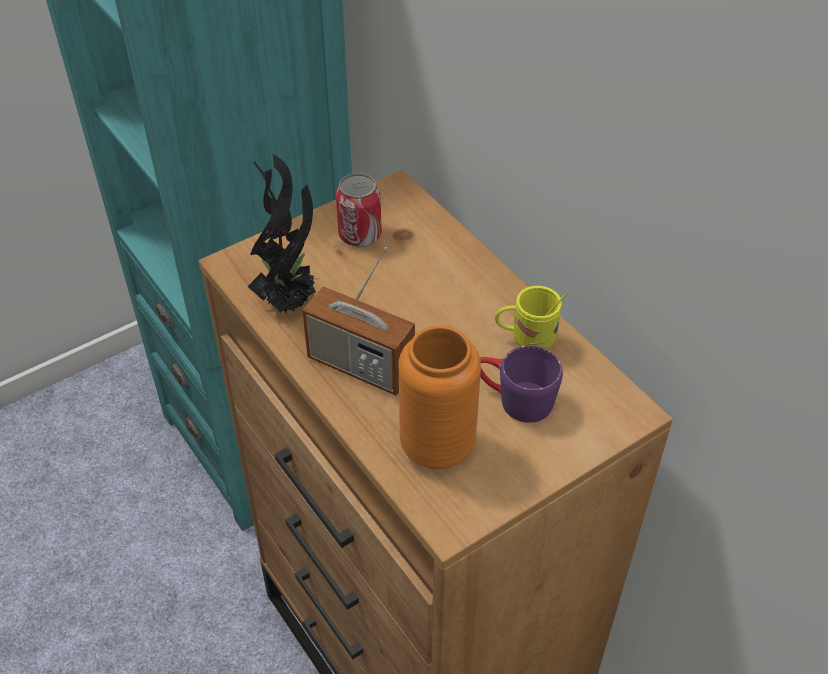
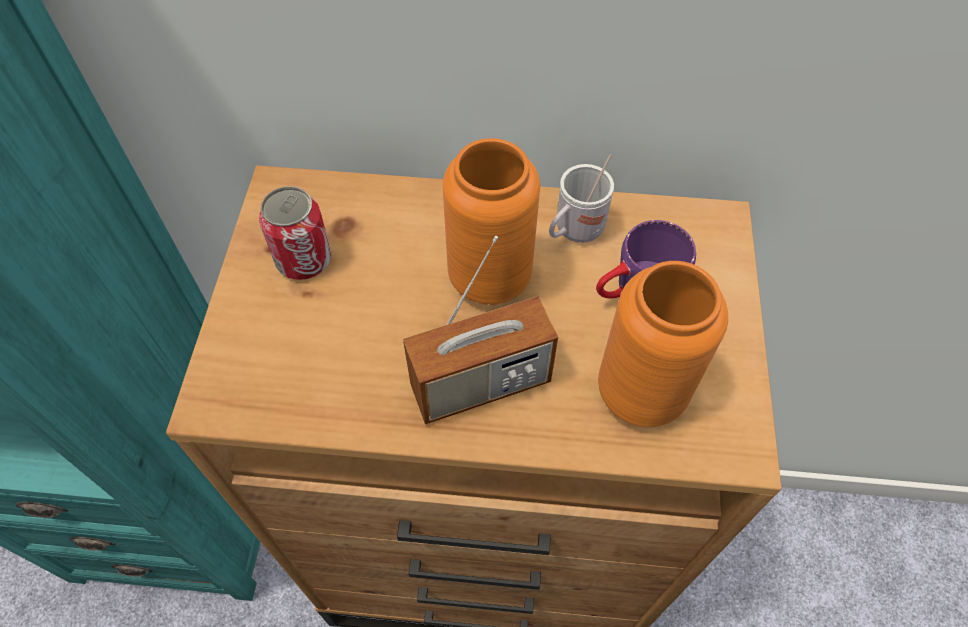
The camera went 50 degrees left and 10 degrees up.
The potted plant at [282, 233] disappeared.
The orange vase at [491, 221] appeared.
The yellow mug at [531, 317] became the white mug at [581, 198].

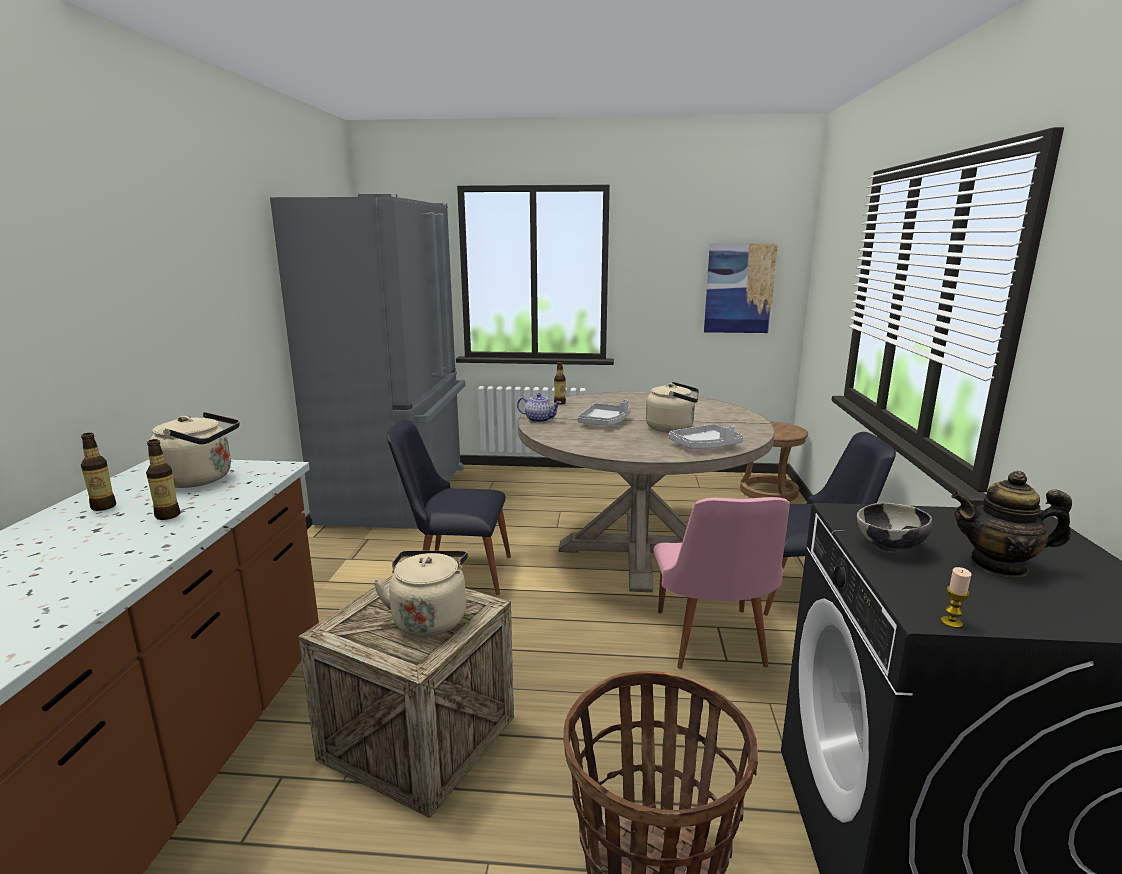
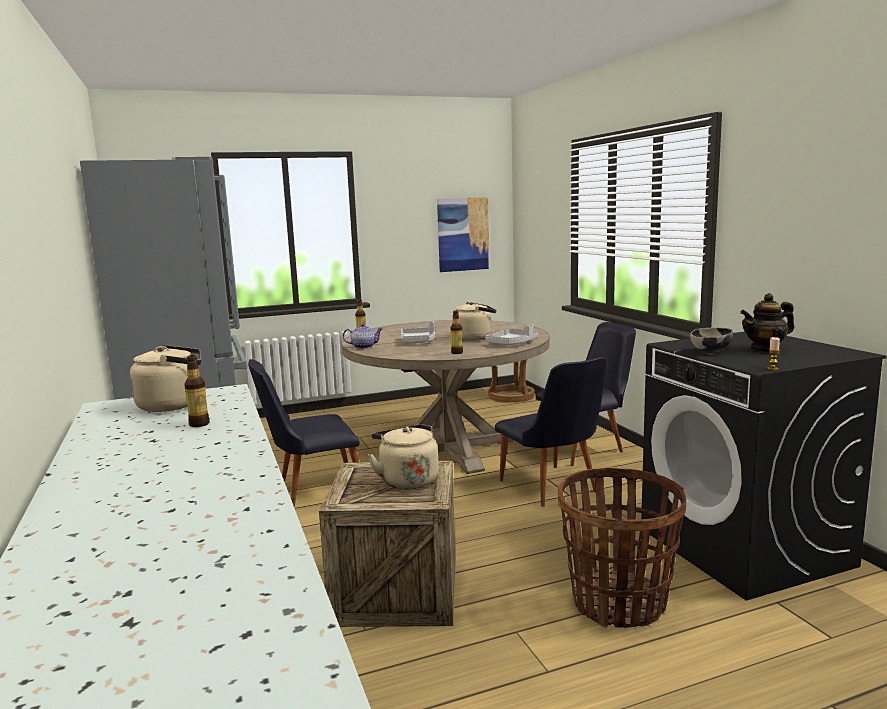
The camera went 25 degrees left and 5 degrees down.
The bottle moved from [98, 472] to [456, 332].
The pink chair at [722, 583] became the black chair at [551, 432].

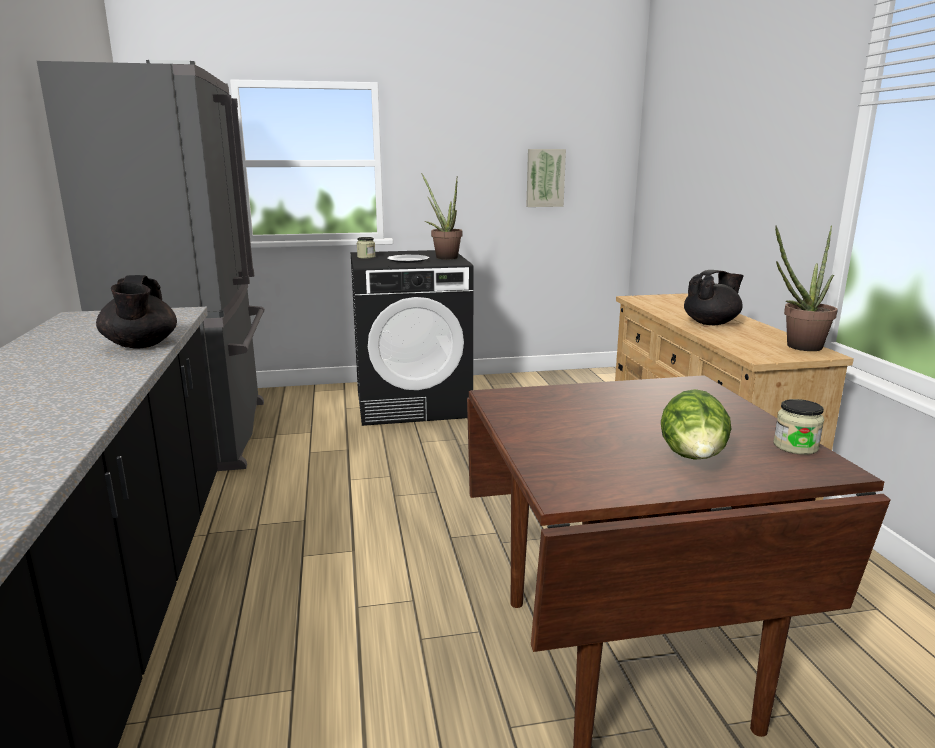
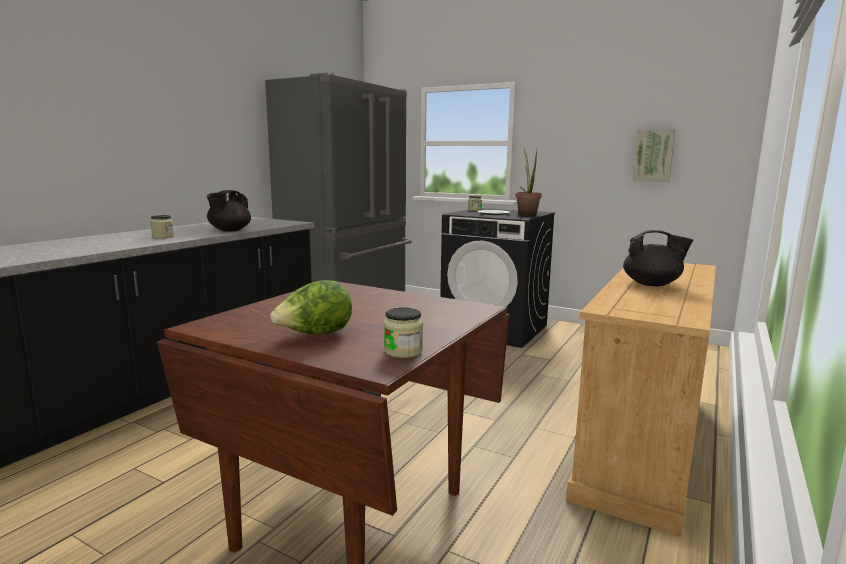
The camera went 40 degrees right and 5 degrees down.
The potted plant at [806, 288] disappeared.
The jar at [162, 226] appeared.

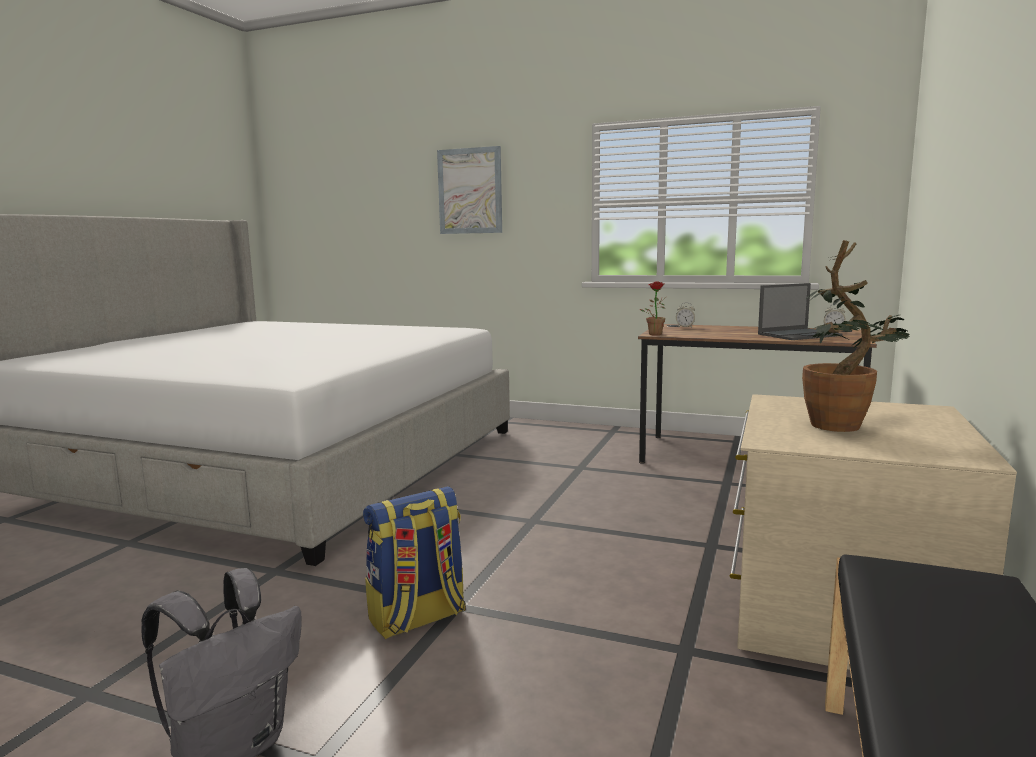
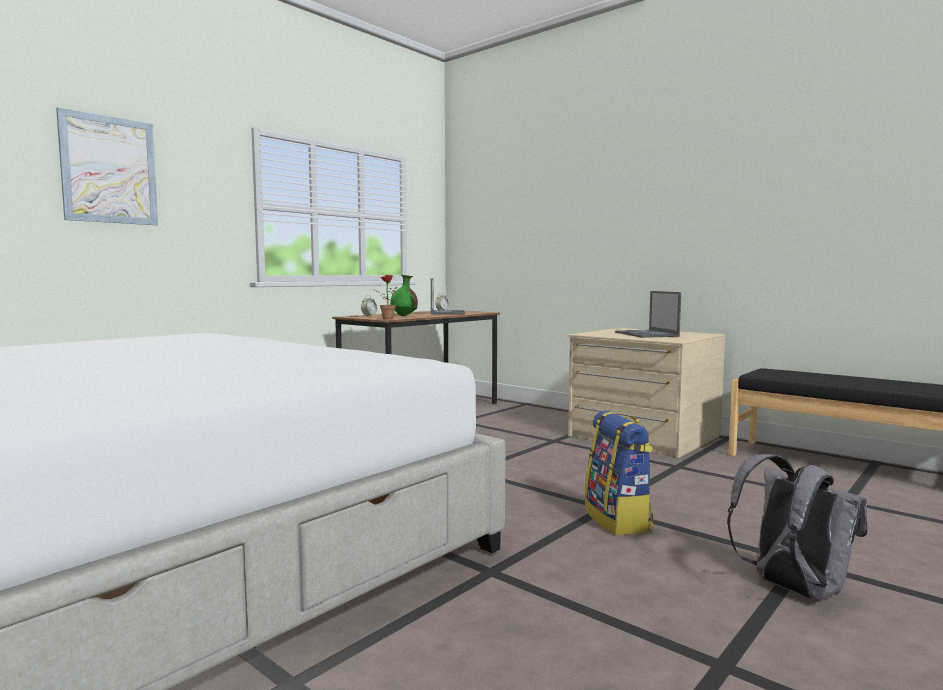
The camera went 70 degrees left and 5 degrees down.
The green vase at [404, 295] appeared.
The potted plant at [856, 336] was replaced by the laptop at [648, 314].

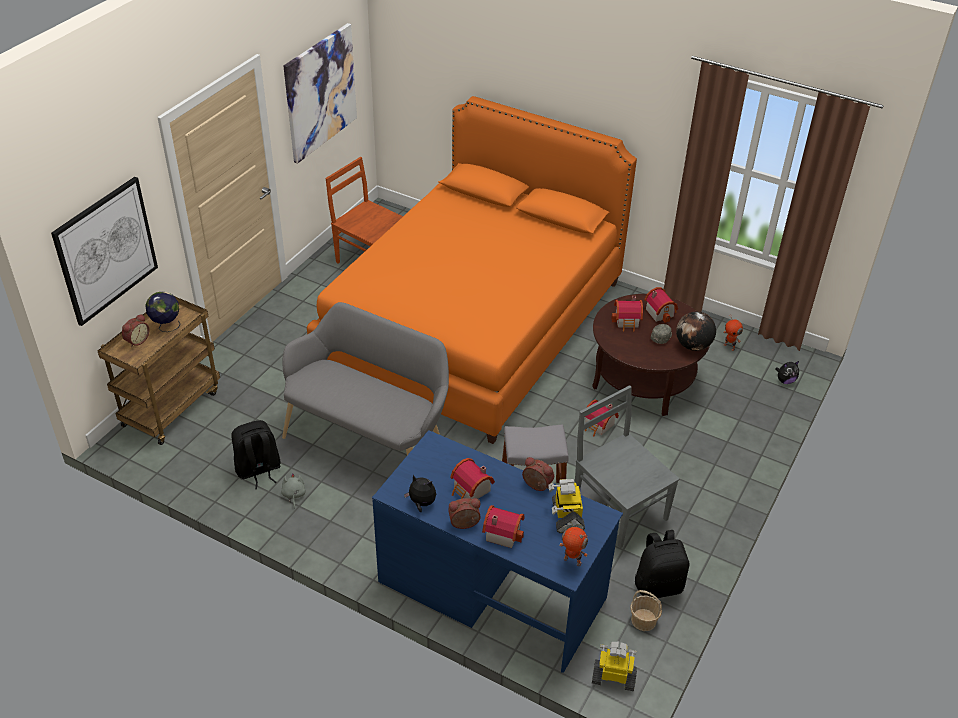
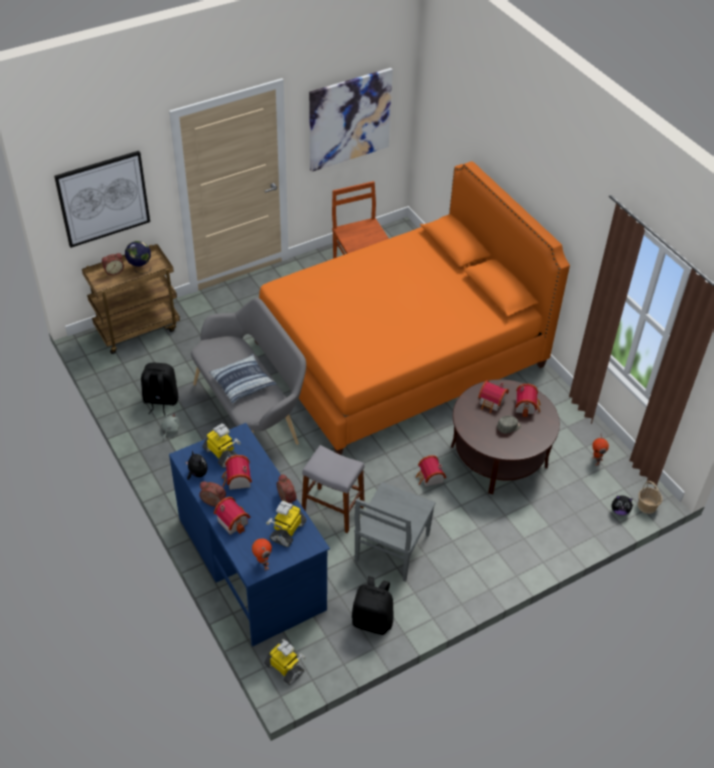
The camera went 30 degrees right and 5 degrees up.
The globe at [696, 331] disappeared.
The toy robot at [221, 446] appeared.
The pillow at [243, 378] appeared.
The basket moved from [646, 610] to [650, 497].
The grey chair at [627, 467] turned 150 degrees counterclockwise.

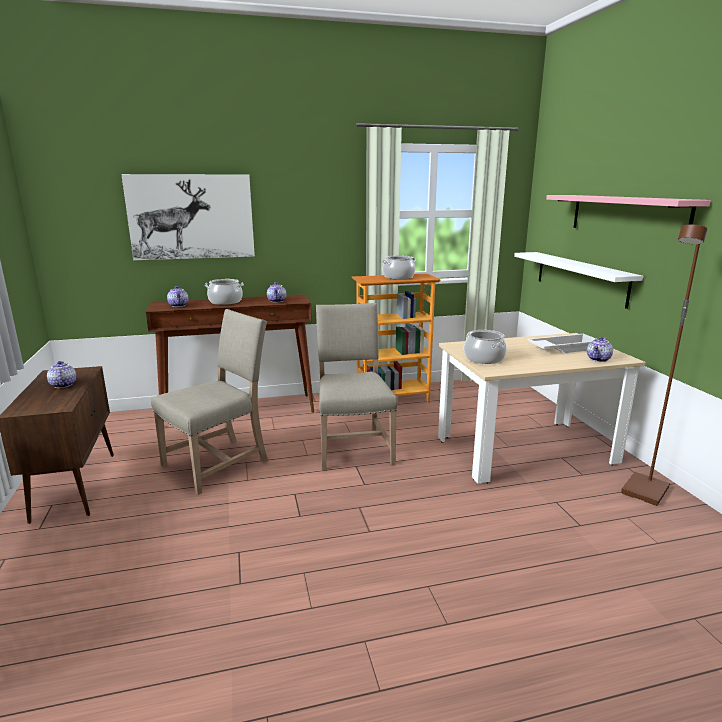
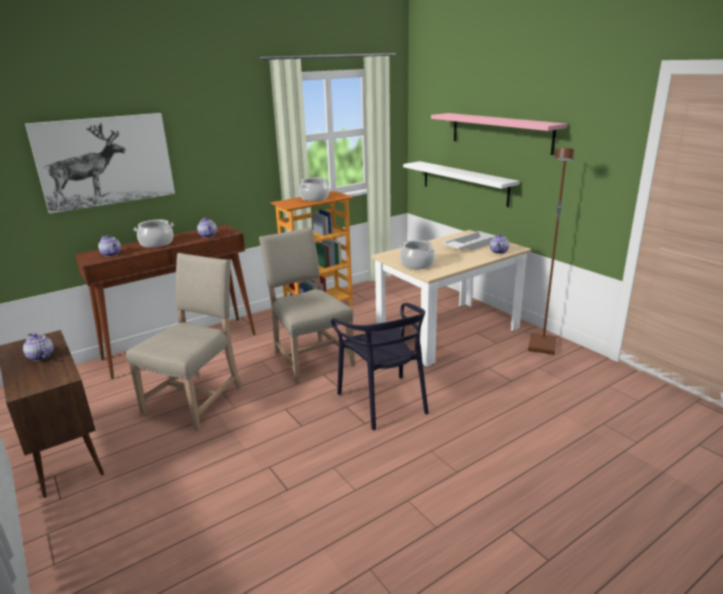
The camera went 20 degrees left and 5 degrees up.
The black chair at [379, 366] appeared.

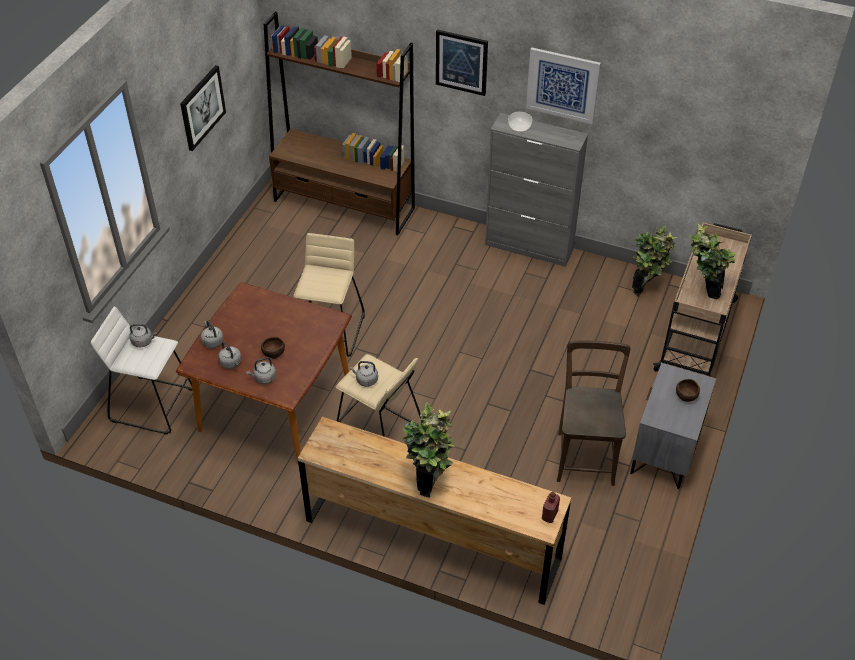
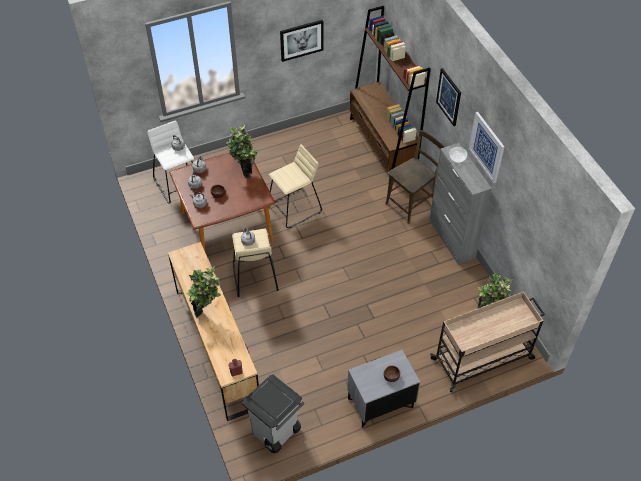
The camera went 45 degrees right and 5 degrees up.
The grey trash can at [273, 413] appeared.
The brown chair moved from [593, 413] to [414, 177].
The potted plant moved from [712, 261] to [242, 151].

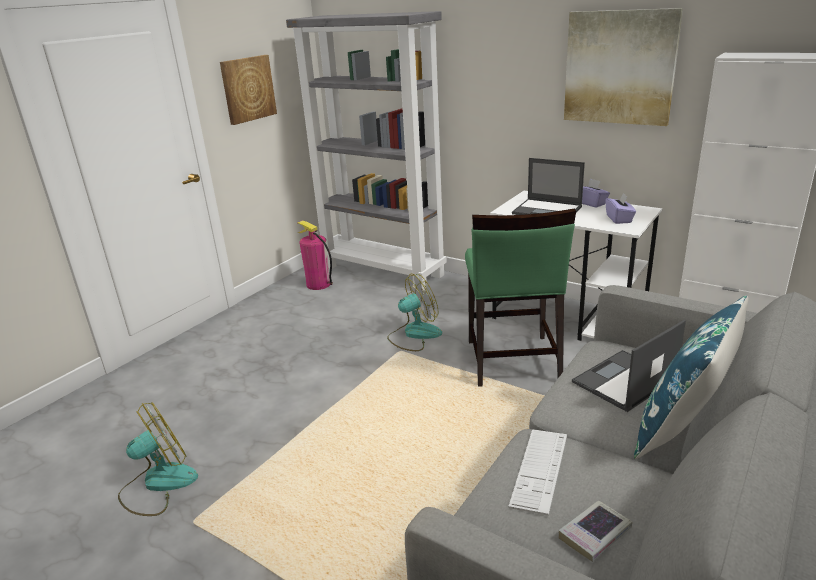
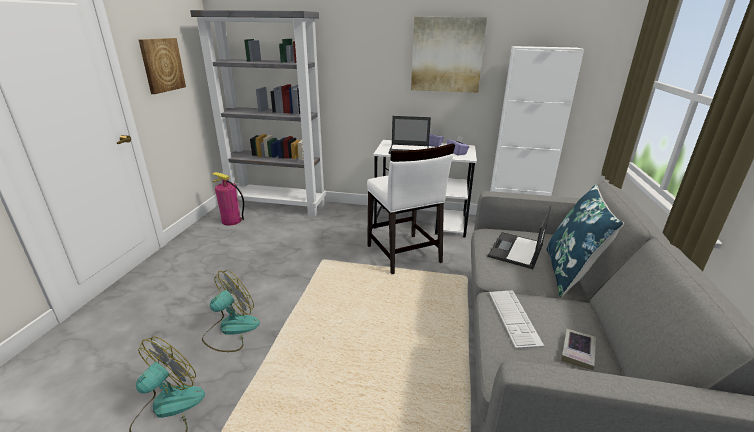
The camera went 25 degrees left and 0 degrees up.
The fan moved from [414, 312] to [231, 311].
The green chair at [520, 297] became the white chair at [411, 208].

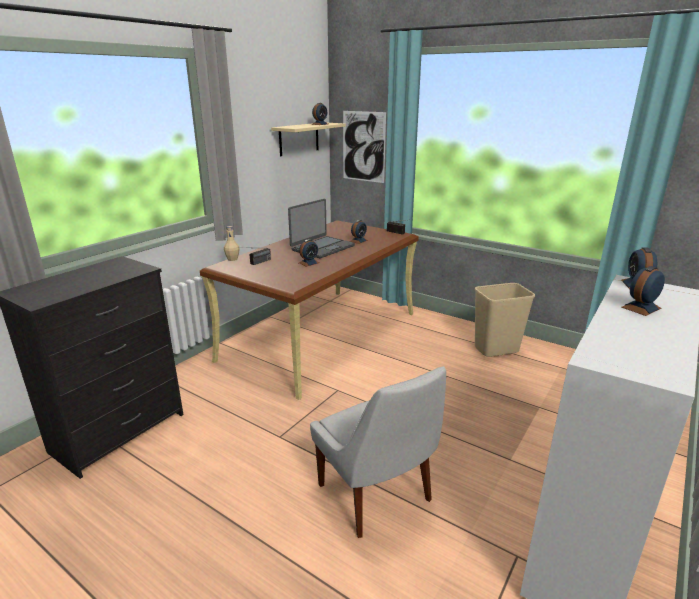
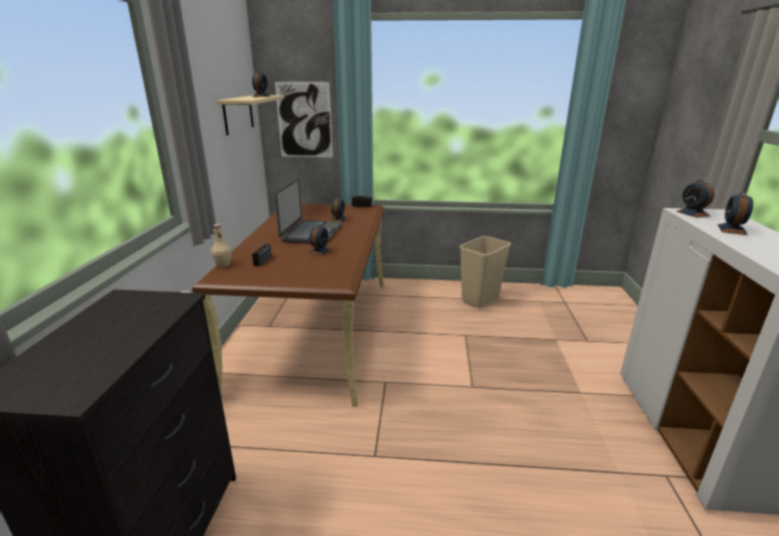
The camera went 30 degrees left and 0 degrees up.
The white chair at [378, 452] disappeared.

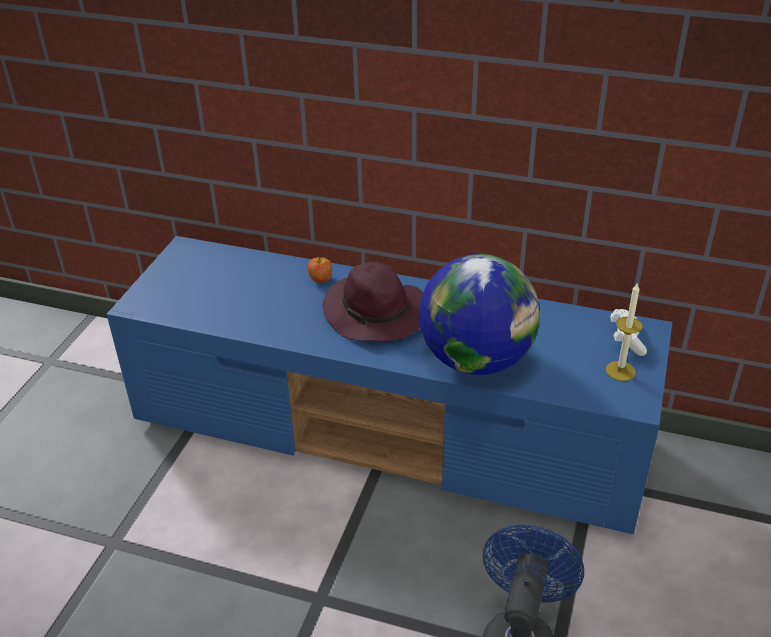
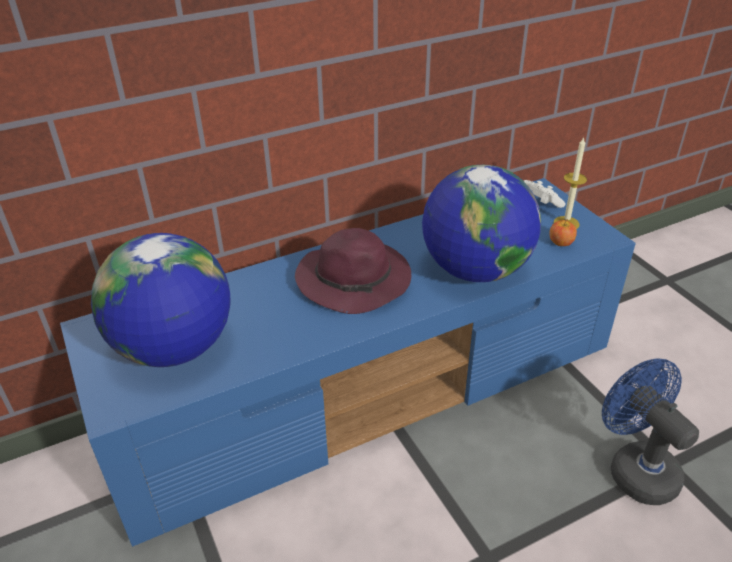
The camera went 45 degrees left and 0 degrees up.
The globe at [161, 300] appeared.
The apple moved from [319, 270] to [563, 232].

